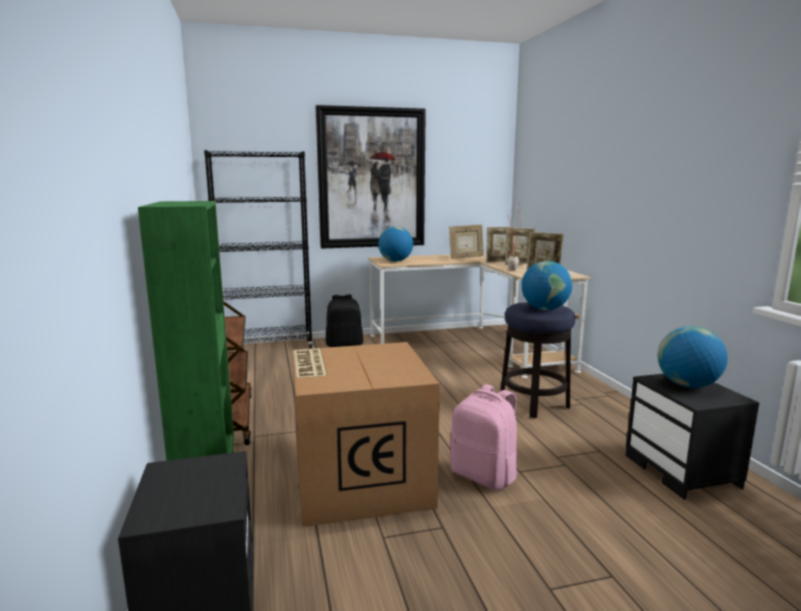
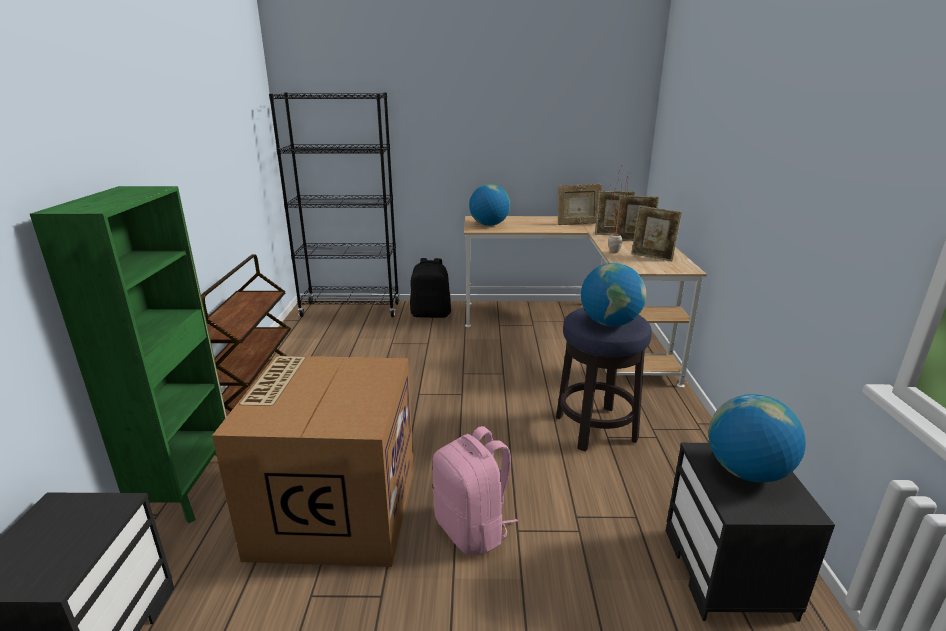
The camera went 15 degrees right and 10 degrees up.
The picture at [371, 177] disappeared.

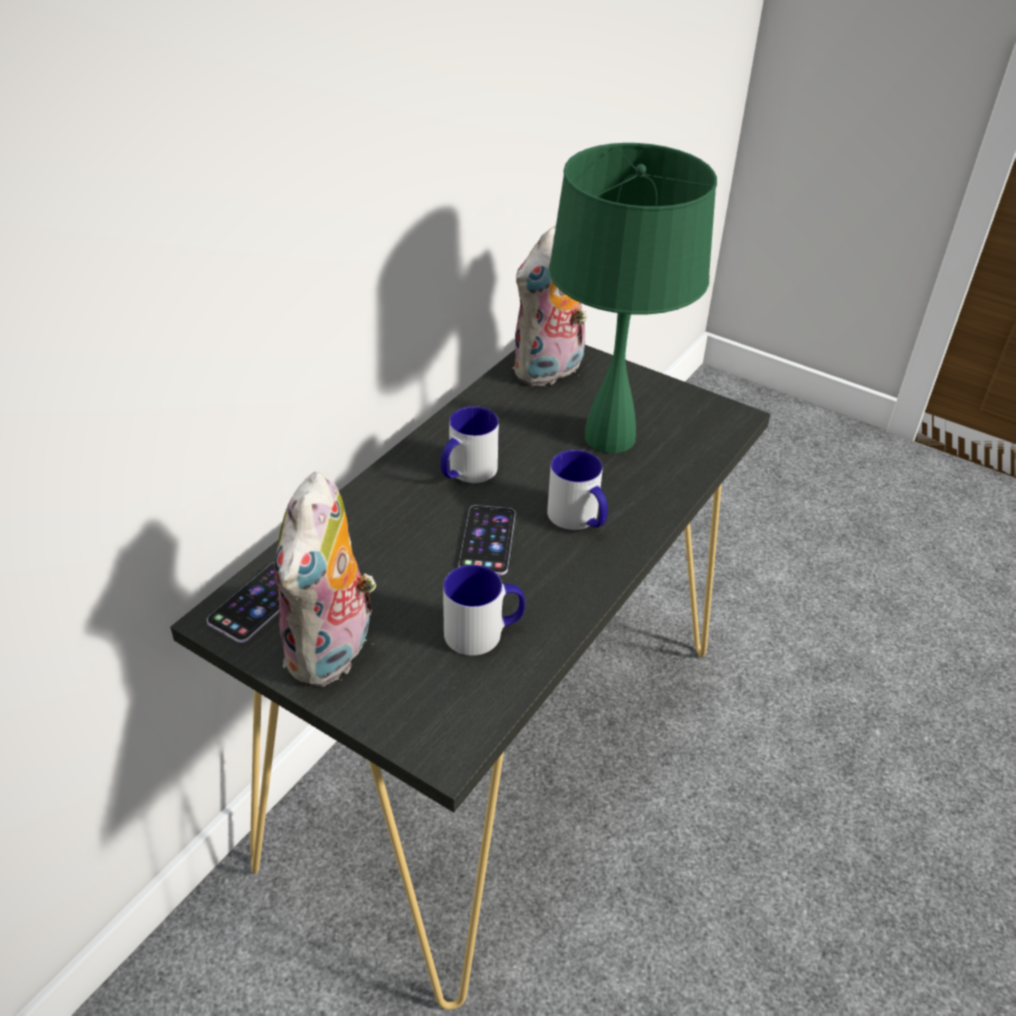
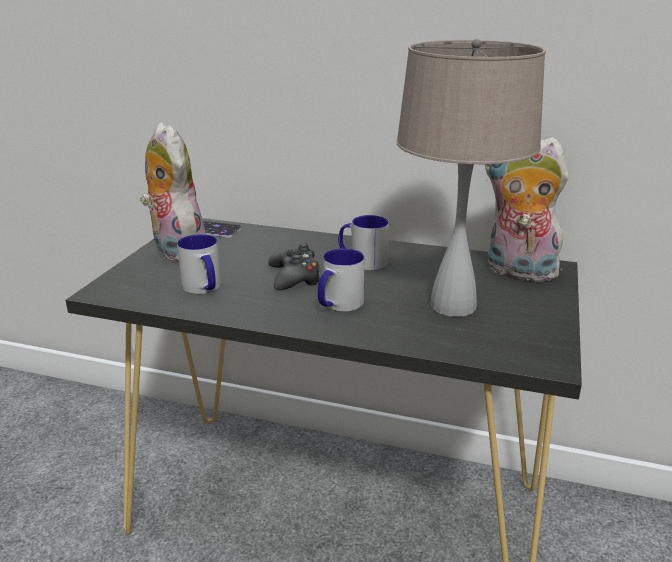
The camera went 75 degrees right and 15 degrees down.
The phone at [487, 540] was replaced by the black game controller at [294, 266].
The green table lamp at [633, 298] became the beige table lamp at [471, 178].
The plush toy at [328, 579] turned 60 degrees clockwise.

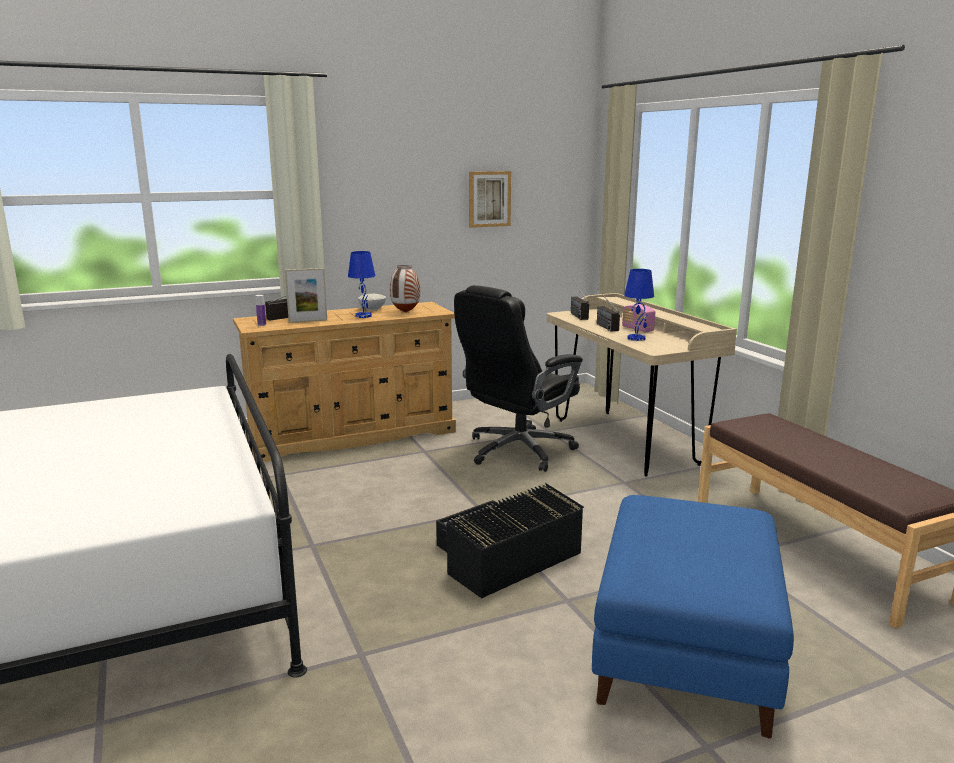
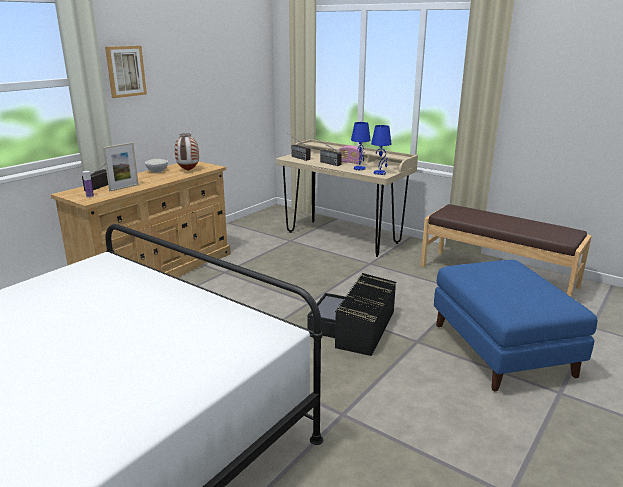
The camera went 30 degrees left and 5 degrees up.
The black office chair at [518, 378] disappeared.
The blue table lamp moved from [361, 284] to [381, 150].
The picture moved from [490, 199] to [126, 72].

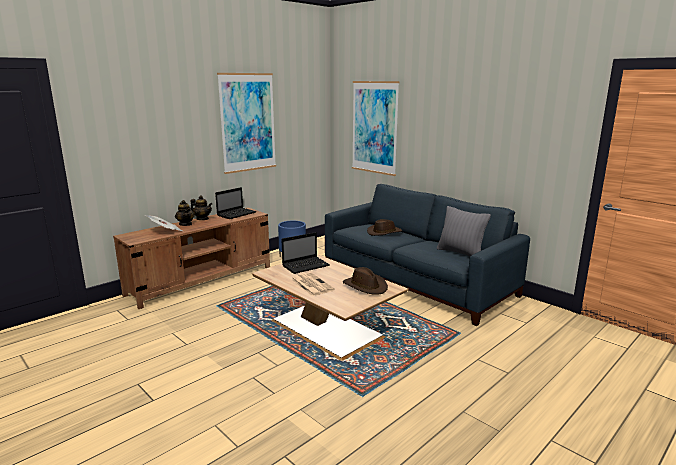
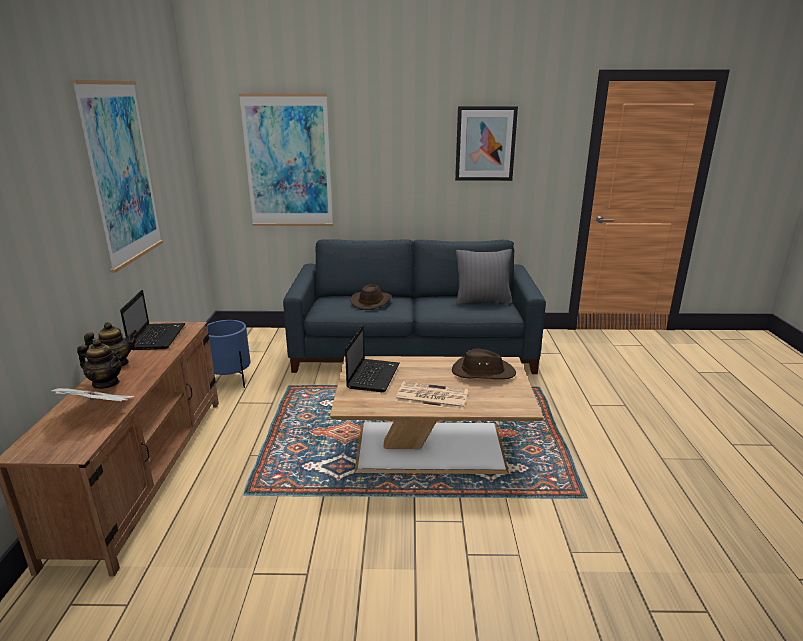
The camera went 45 degrees left and 5 degrees up.
The picture at [486, 143] appeared.

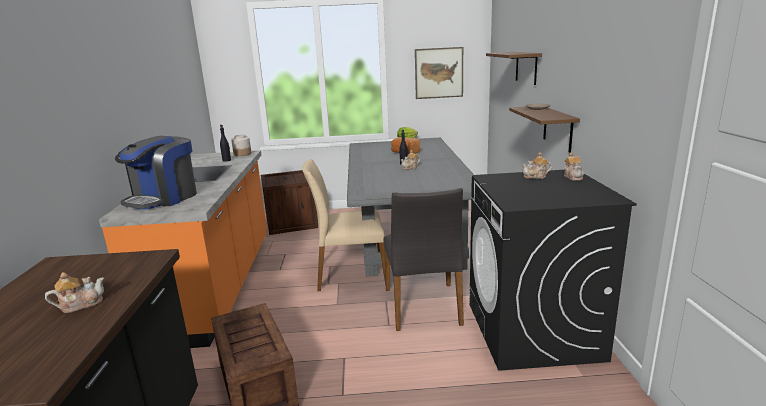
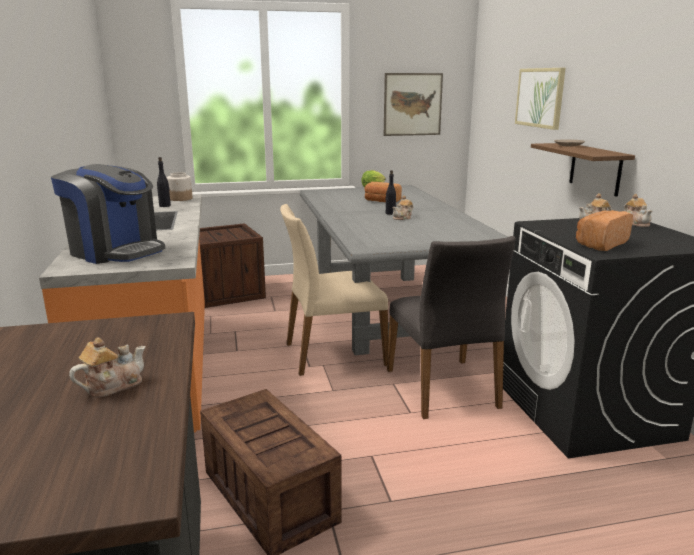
The camera went 10 degrees left and 0 degrees up.
The bread at [604, 230] appeared.
The brown shelf at [514, 68] was replaced by the picture at [540, 99].
The coffee machine at [156, 173] turned 75 degrees counterclockwise.

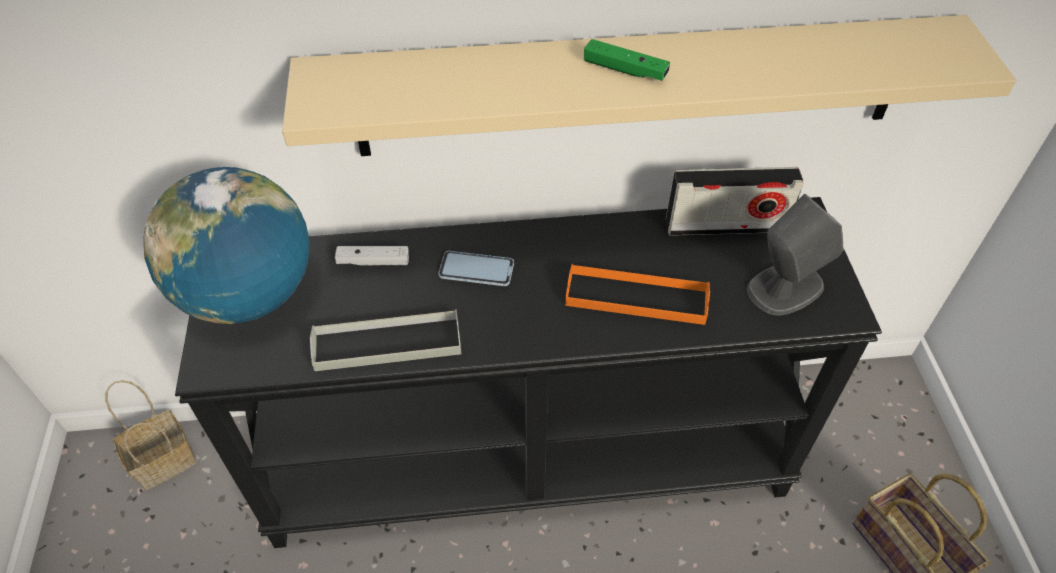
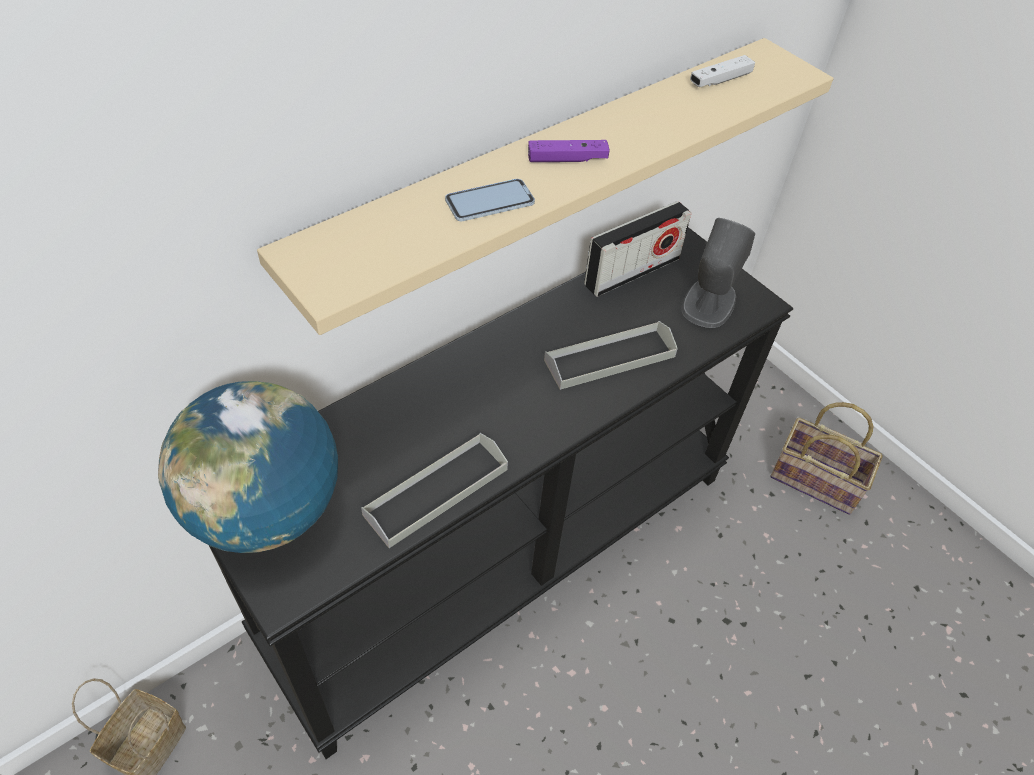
The camera went 35 degrees left and 0 degrees up.
The white game controller moved from [372, 255] to [722, 71].
The phone moved from [476, 268] to [490, 200].
The orange tray at [637, 294] became the grey tray at [611, 355].
The green game controller at [627, 60] became the purple game controller at [569, 151].

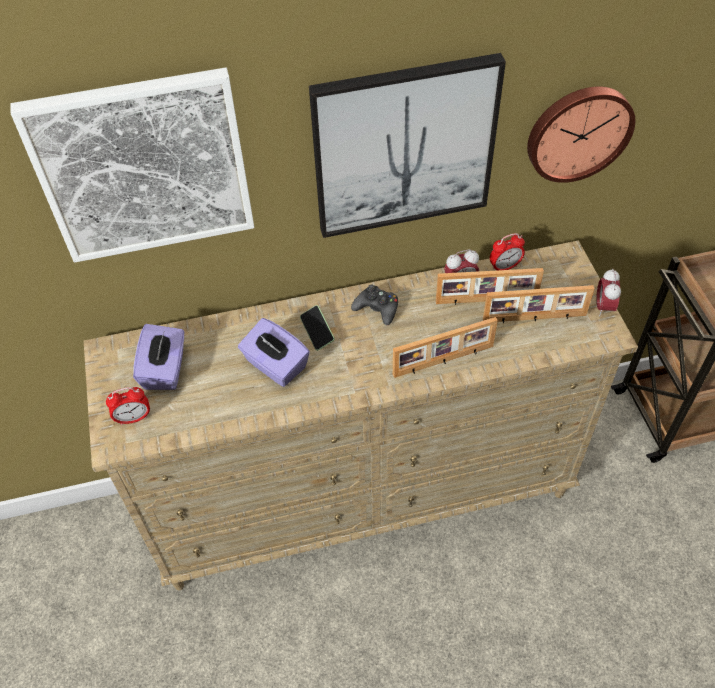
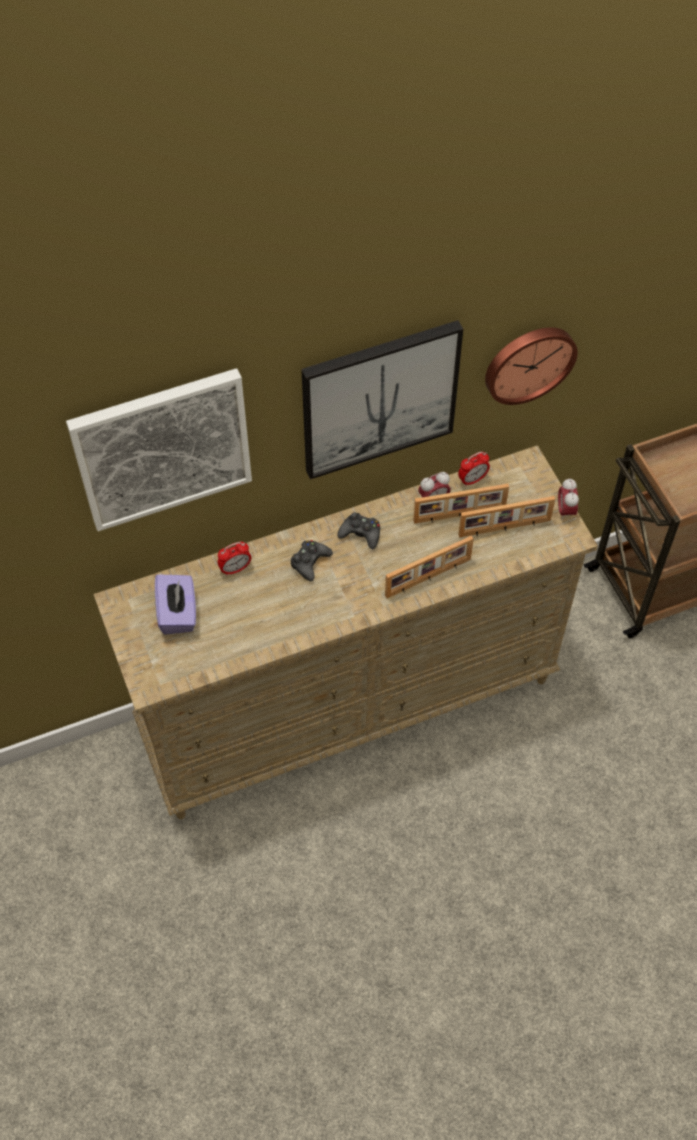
The camera went 10 degrees left and 5 degrees up.
The purple tissue box at [274, 352] disappeared.
The alarm clock moved from [128, 406] to [234, 559].
The phone at [317, 328] was replaced by the black game controller at [312, 561].

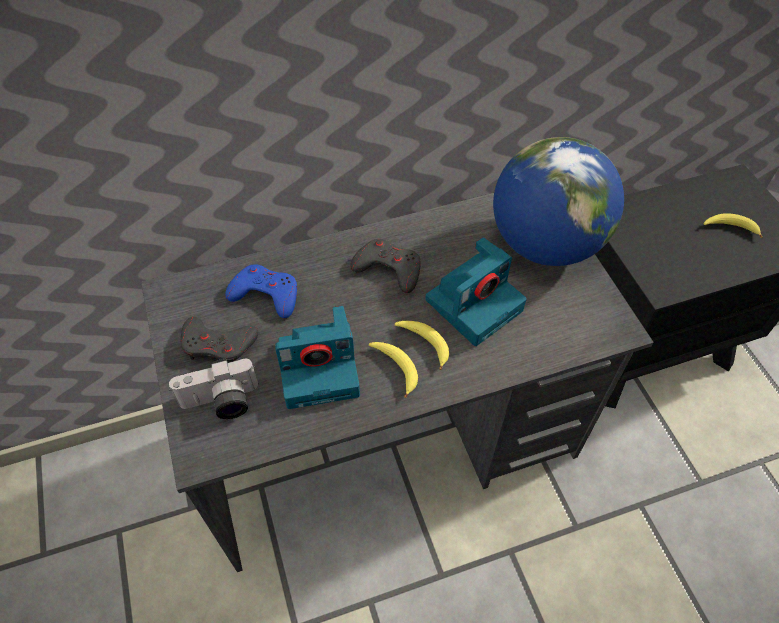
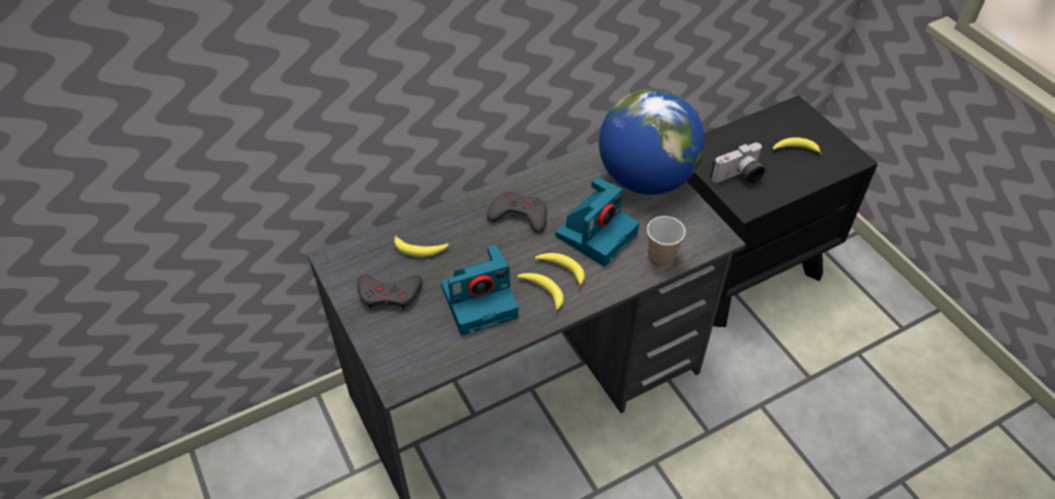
The camera went 10 degrees left and 5 degrees down.
The cup at [666, 242] appeared.
The photo camera moved from [213, 388] to [737, 163].
The blue game controller at [261, 291] was replaced by the banana at [421, 245].

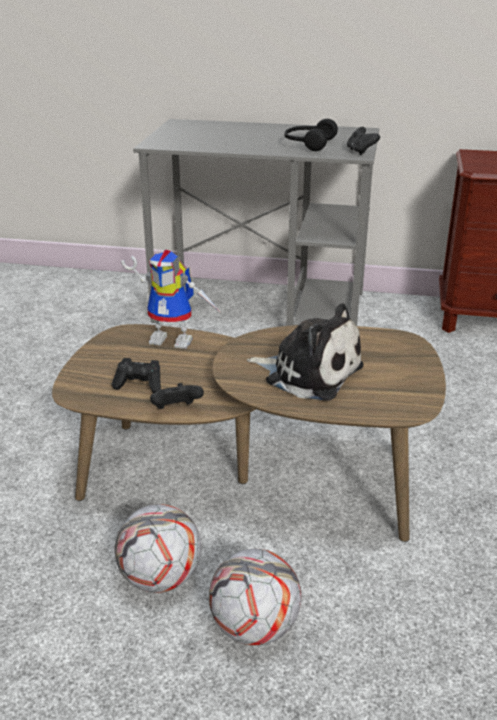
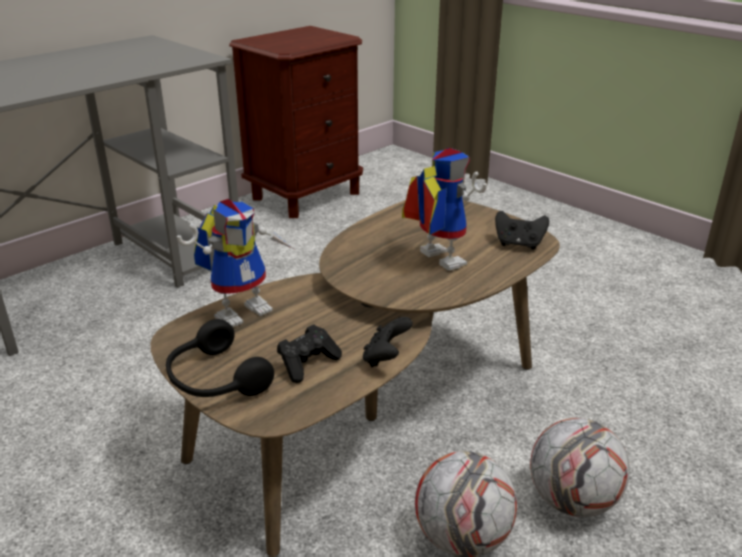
The camera went 55 degrees left and 0 degrees up.
The black headphones moved from [311, 135] to [220, 358].
The black game controller moved from [363, 141] to [522, 230].
The plush toy at [305, 352] was replaced by the toy robot at [444, 209].

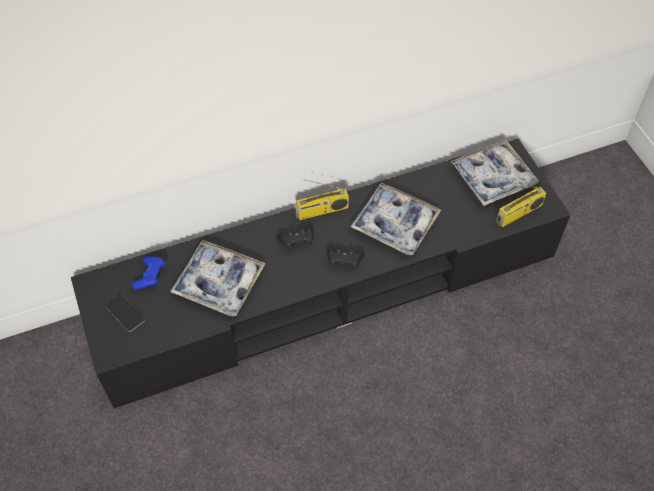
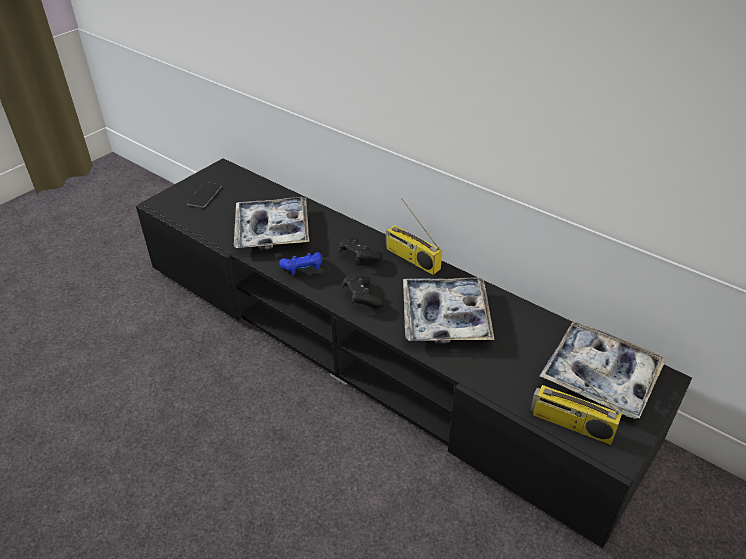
The camera went 60 degrees right and 15 degrees down.
The blue game controller moved from [149, 273] to [301, 263].

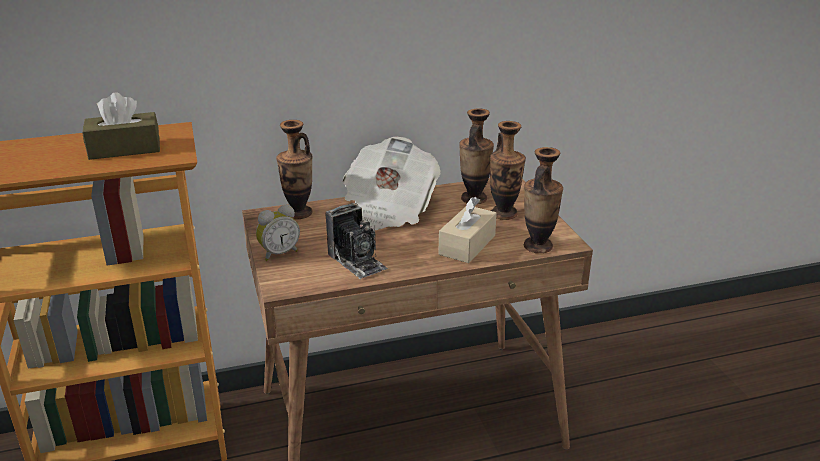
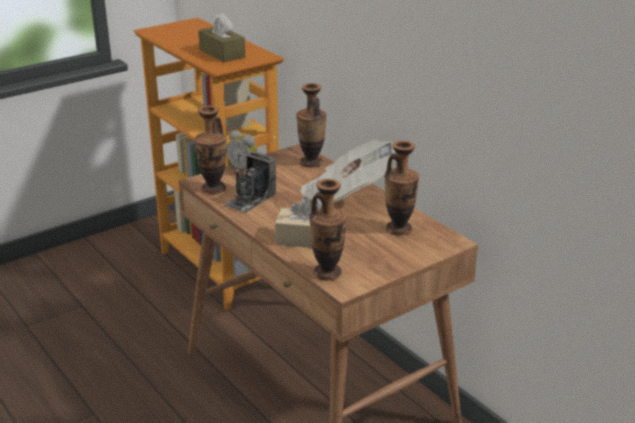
The camera went 70 degrees right and 0 degrees up.
The vase moved from [508, 170] to [210, 150].

